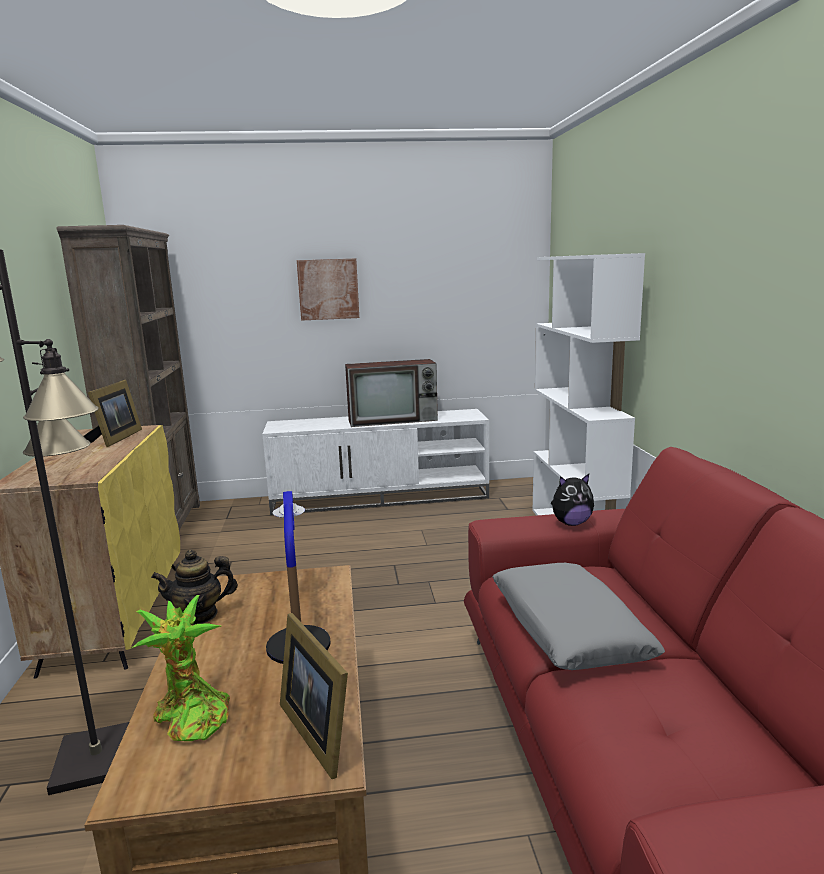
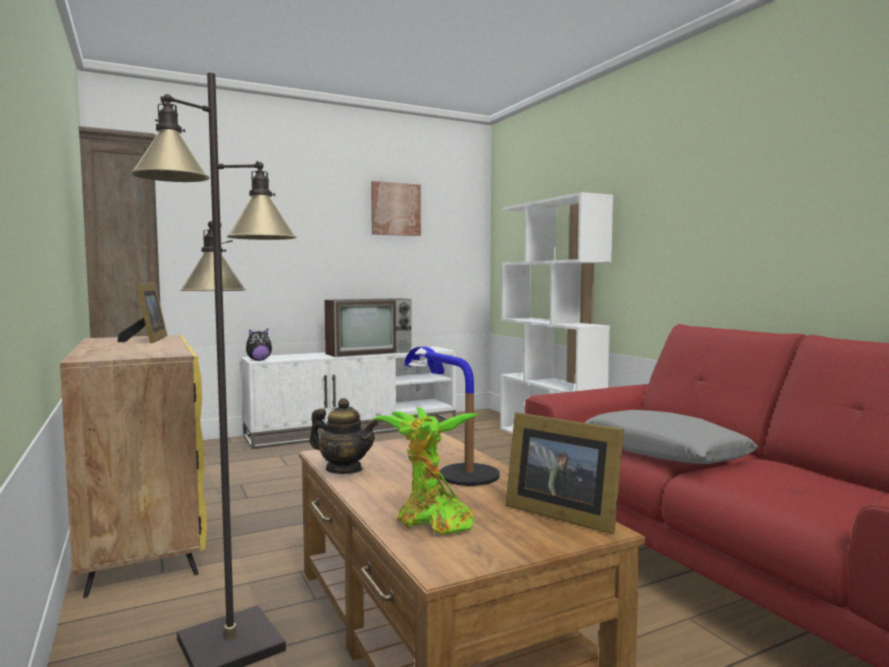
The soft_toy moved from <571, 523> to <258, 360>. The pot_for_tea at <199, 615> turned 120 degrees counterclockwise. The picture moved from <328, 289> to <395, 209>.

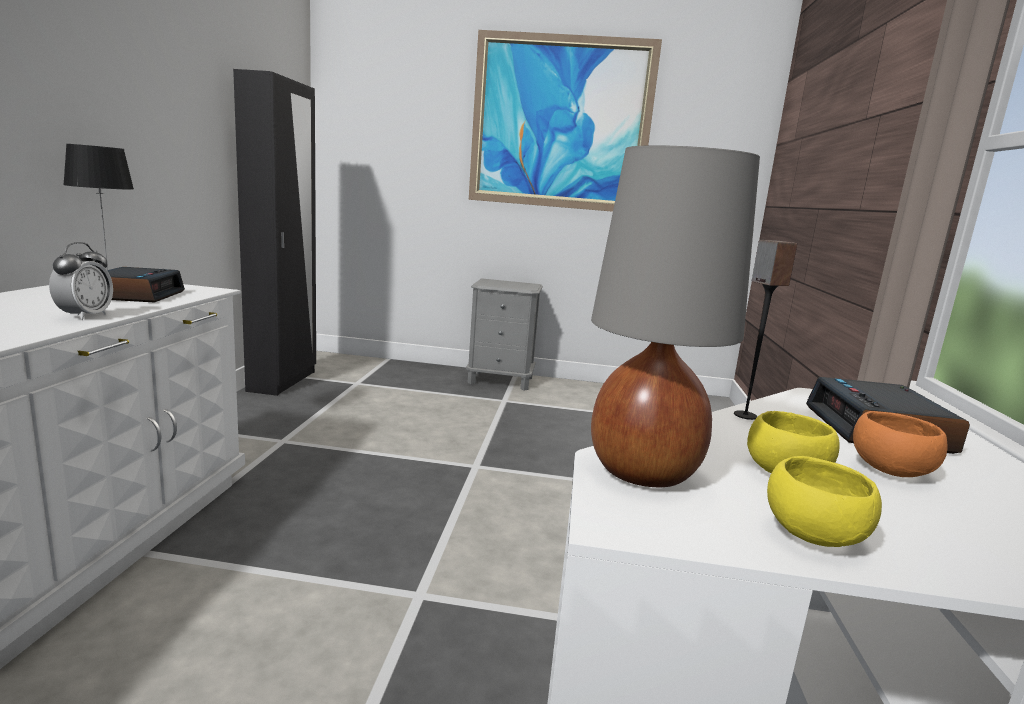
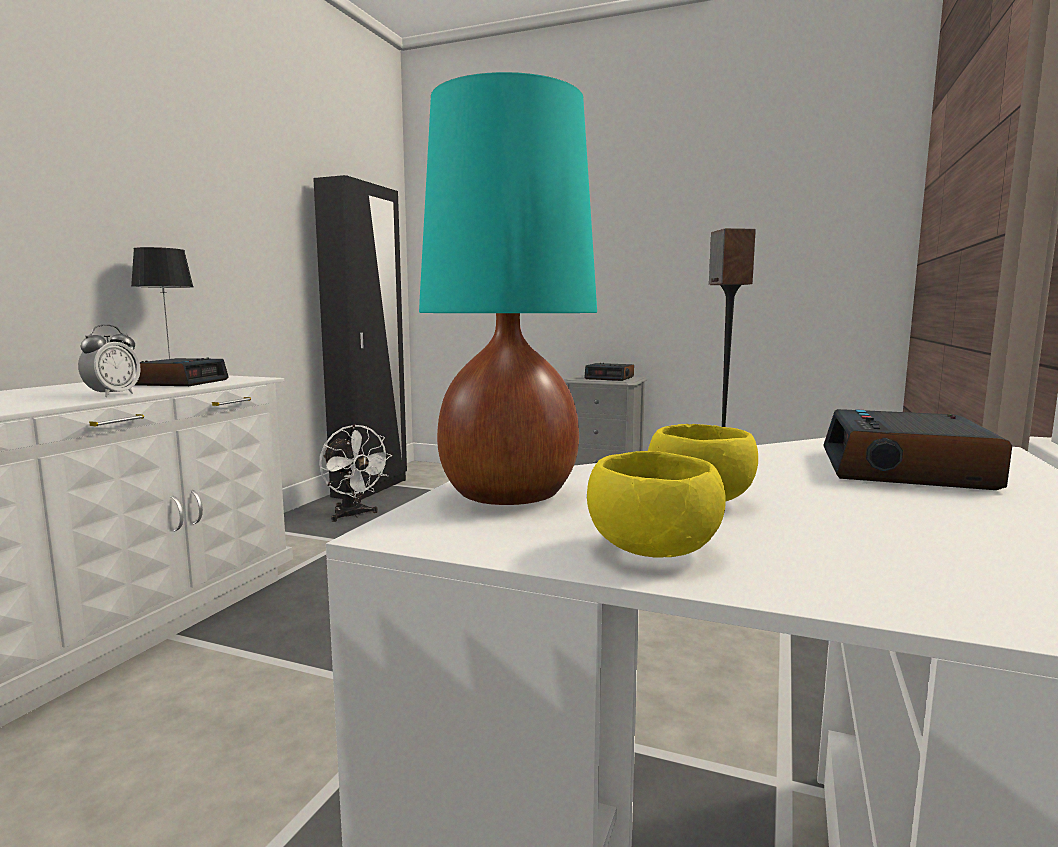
The white_cooling_fan at <353, 515> appeared. The gray_lamp_for_a_table at <642, 472> became the blue-green_lamp_for_a_table at <507, 495>. The alarm_clock at <610, 378> appeared. The picture at <560, 123> disappeared. The orange-coloured_bowl at <890, 471> disappeared.

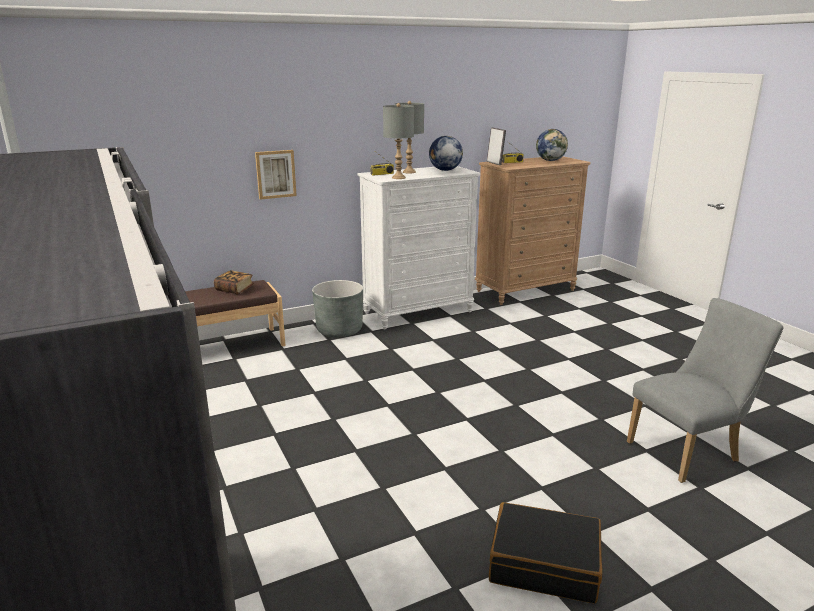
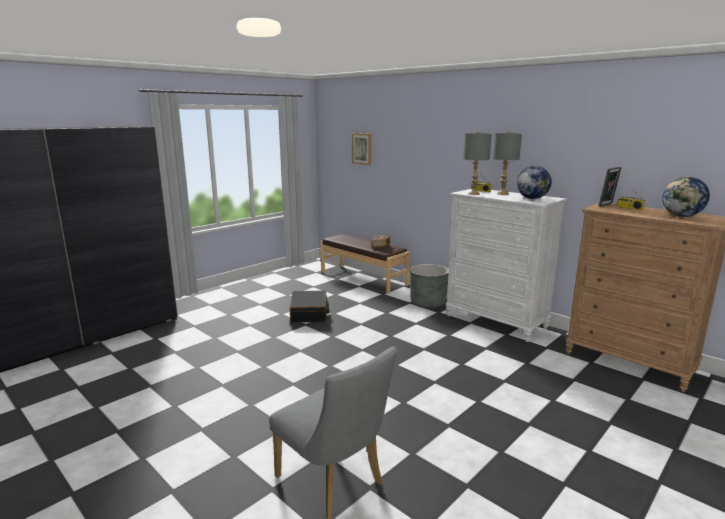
The blackish_piece_of_luggage moved from <544, 563> to <309, 313>. The picture moved from <275, 174> to <362, 148>.

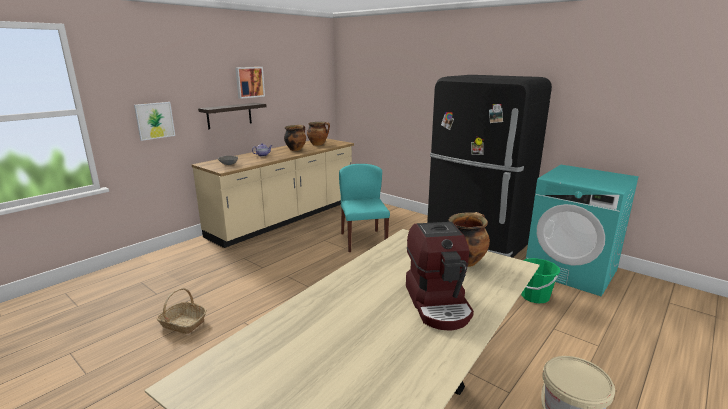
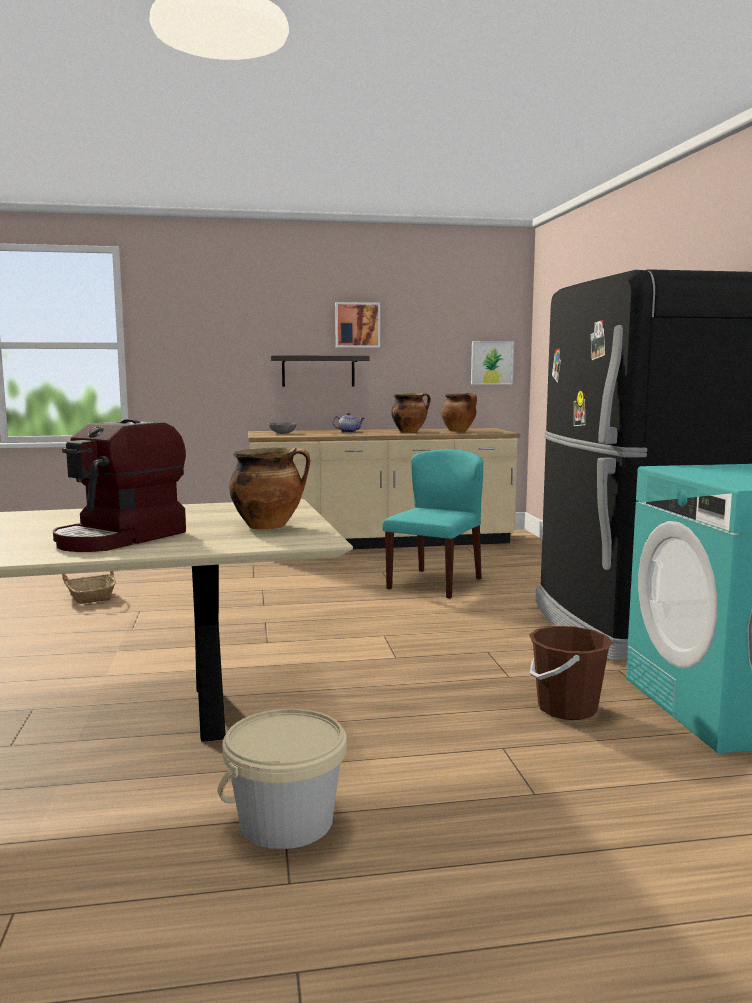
The picture moved from <155, 120> to <492, 362>. The green_water_bucket at <534, 296> became the brown_water_bucket at <567, 708>.

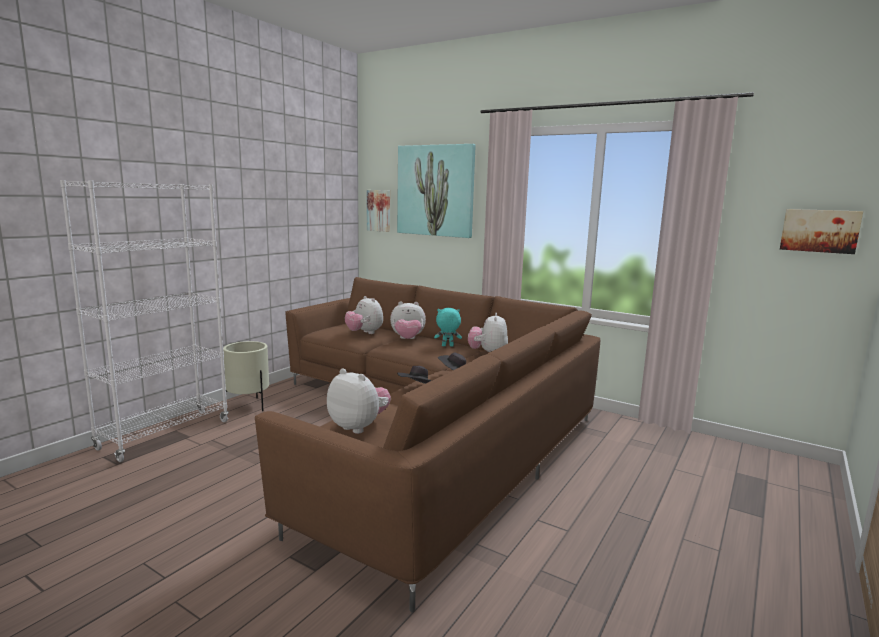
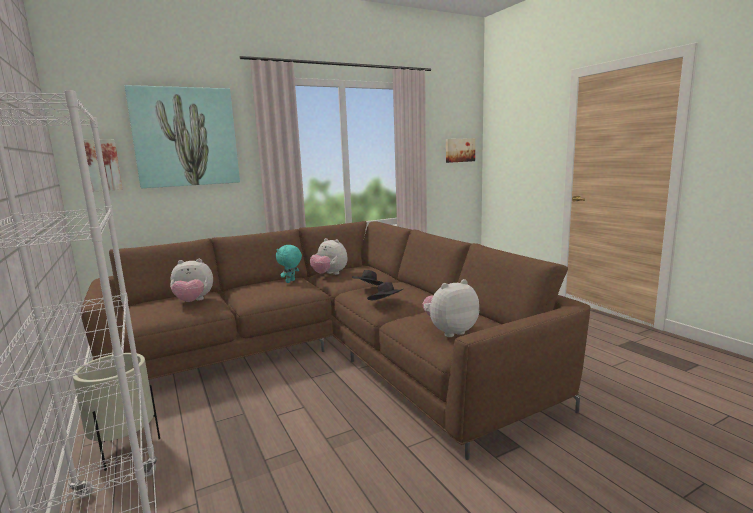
The soft_toy at <407, 339> disappeared.

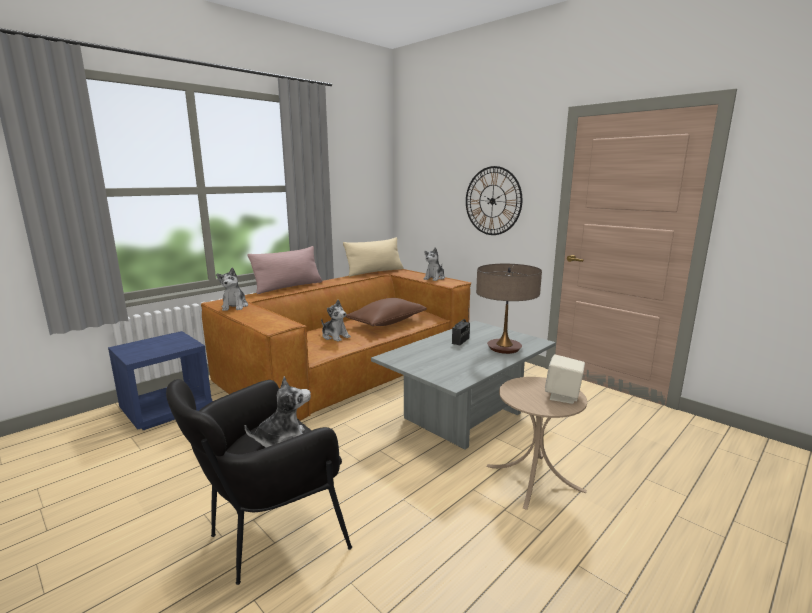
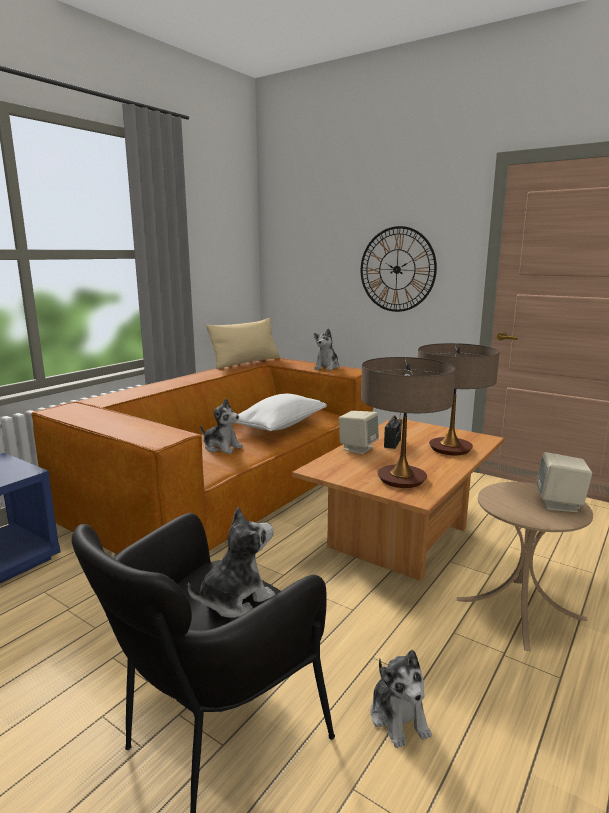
The brown_throw_pillow at <387, 323> became the white_throw_pillow at <280, 426>. The gray_lounge_table at <464, 417> became the brown_lounge_table at <402, 539>. The sand-coloured_speaker at <358, 448> appeared. The lamp_for_a_table at <401, 479> appeared. The soft_toy moved from <235, 306> to <398, 718>. The pink-coloured_throw_pillow at <288, 287> disappeared.

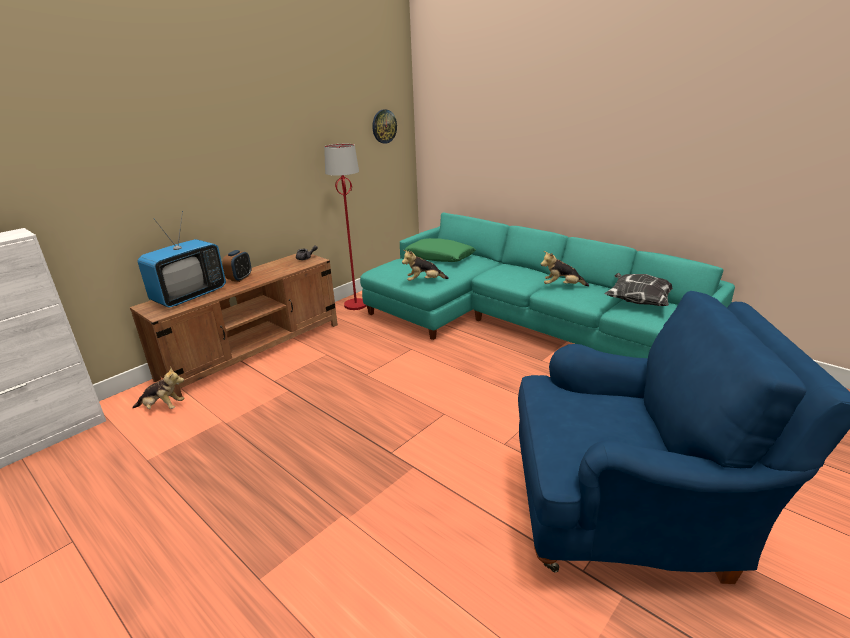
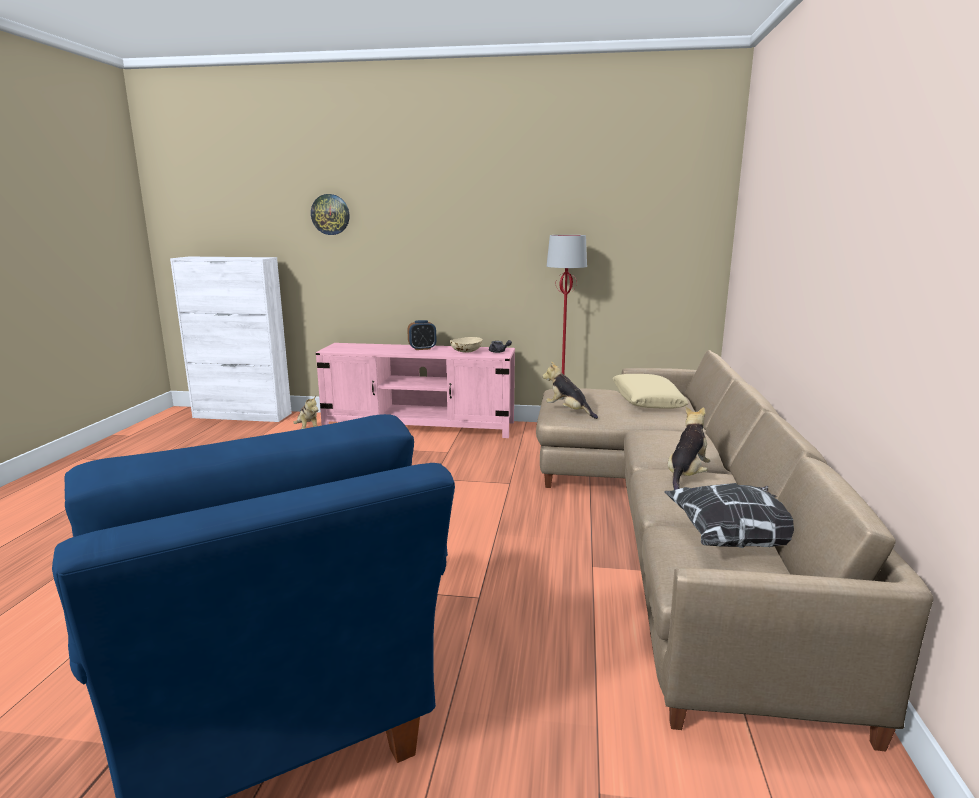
The clock_on_the_wall moved from <384, 126> to <330, 214>. The brown_tv_stand at <254, 350> became the pink-coloured_tv_stand at <420, 426>. The sand-coloured_bowl at <466, 352> appeared. The blue-green_settee at <516, 321> became the sand-coloured_settee at <672, 521>. The green_throw_pillow at <440, 257> became the sand-coloured_throw_pillow at <646, 401>. The soft_toy at <562, 286> turned 60 degrees clockwise. The TV at <189, 296> disappeared.

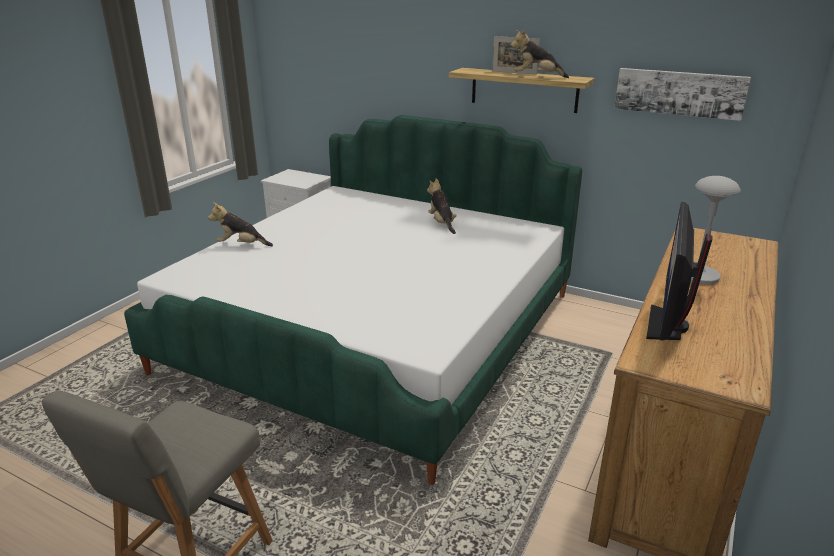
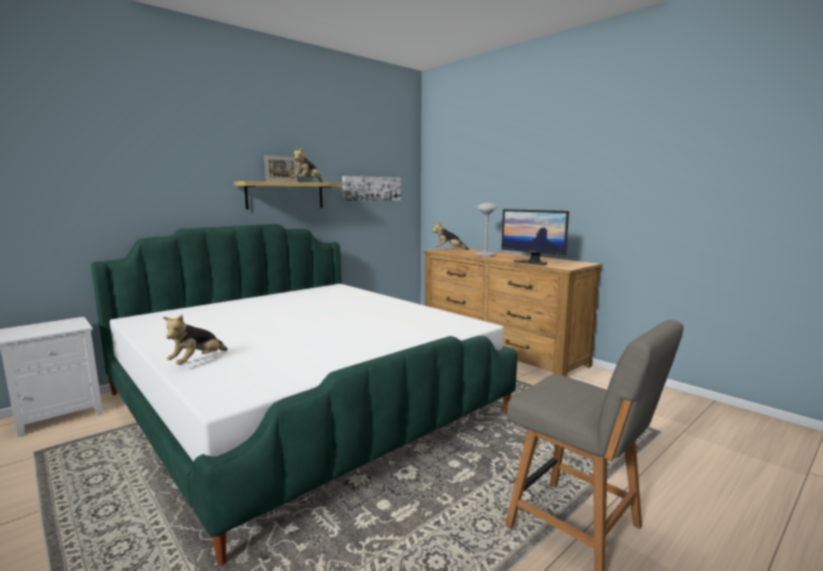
The soft_toy moved from <441, 223> to <449, 250>.

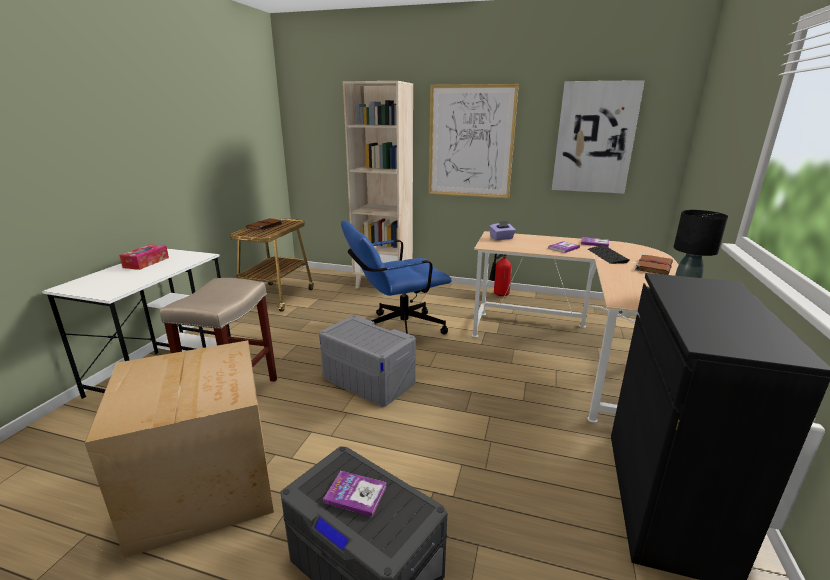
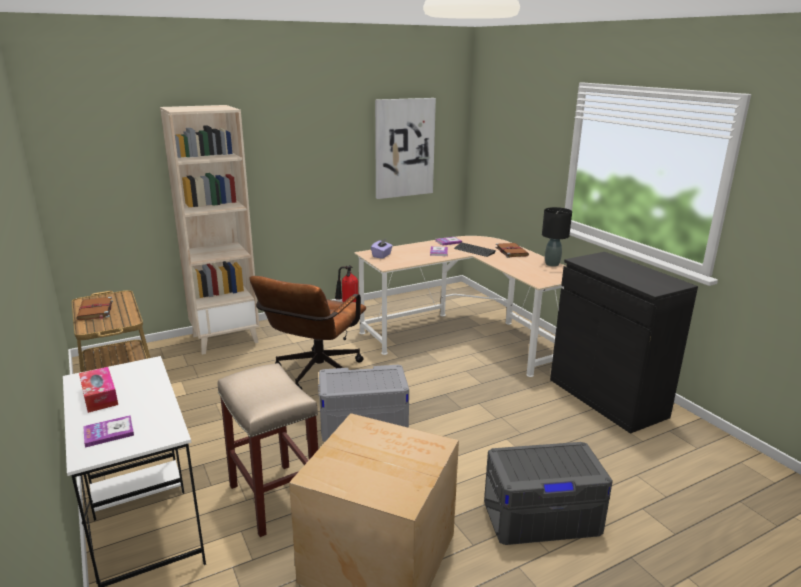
The book moved from <355, 494> to <109, 432>. The blue-coloured_computer_chair at <396, 329> became the brown_computer_chair at <315, 376>. The picture at <470, 142> disappeared.

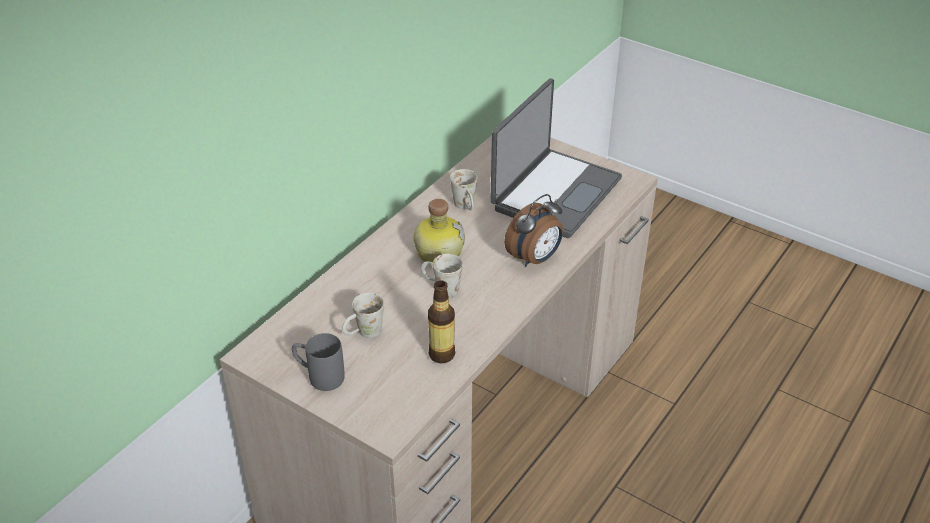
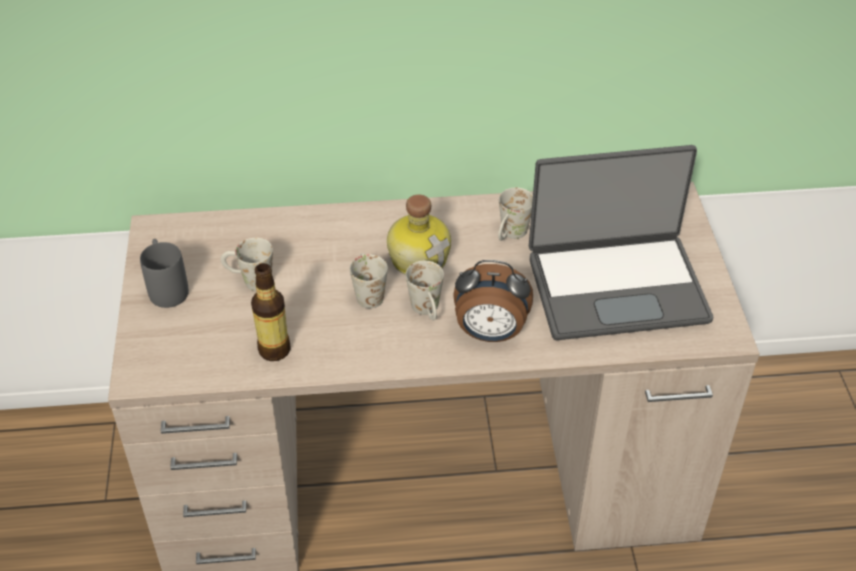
The white_coffee_mug at <427, 311> appeared.

